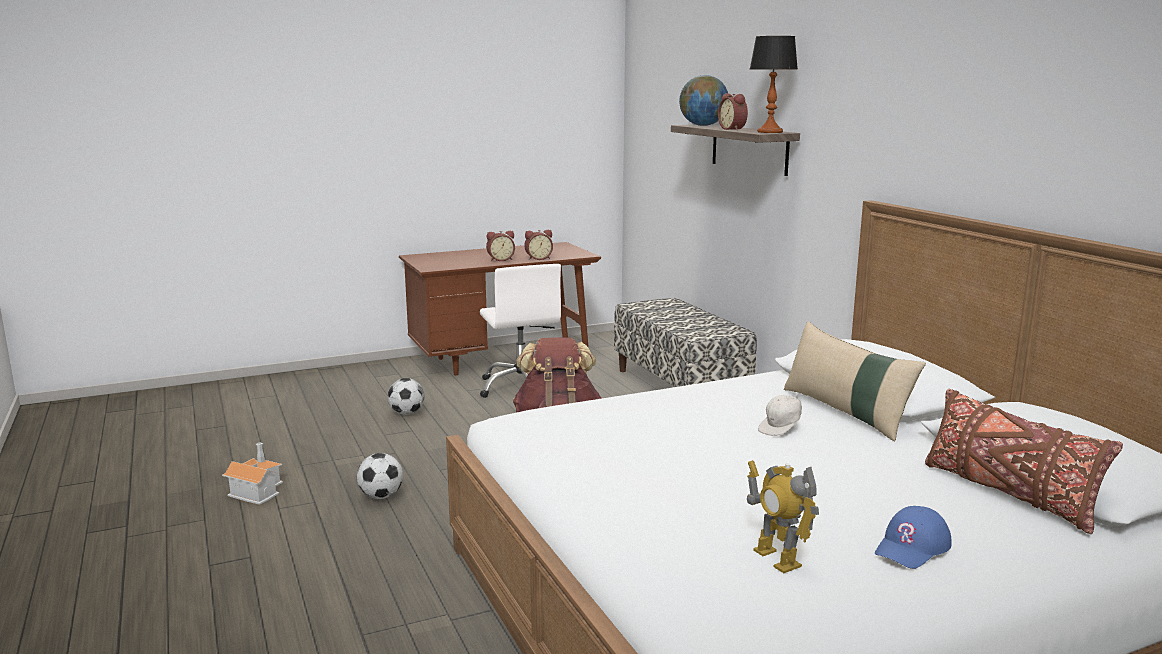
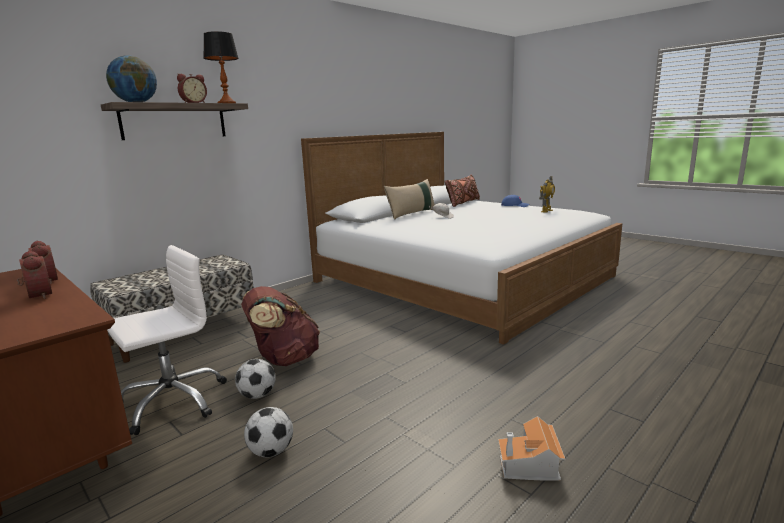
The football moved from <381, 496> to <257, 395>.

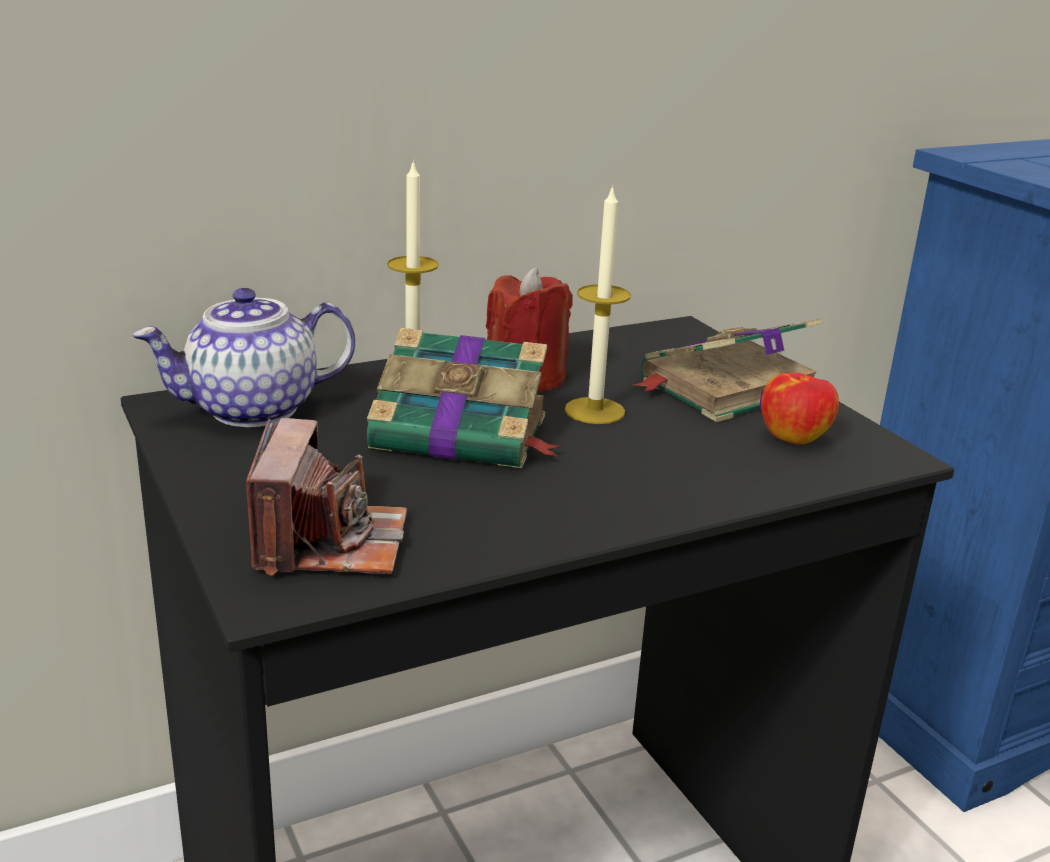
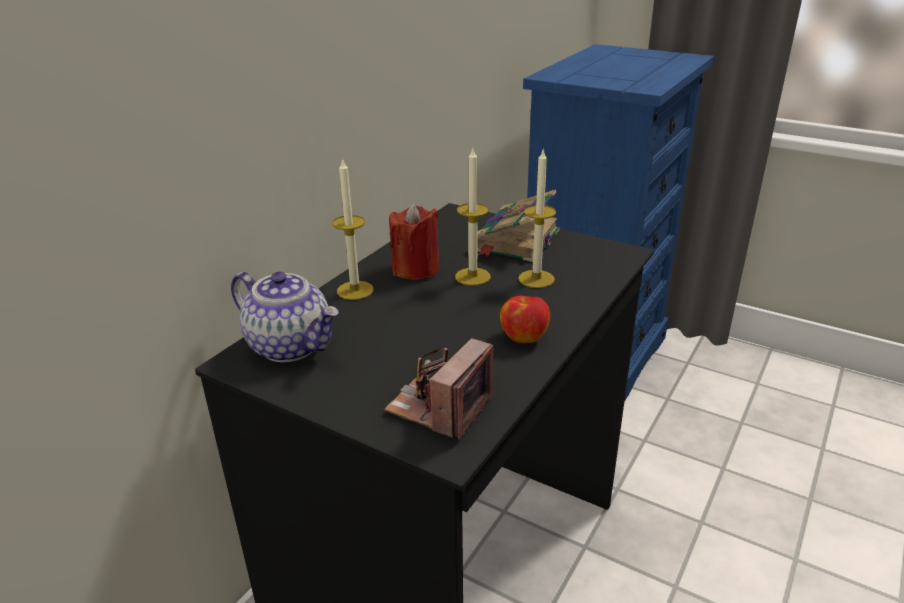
The pot_for_tea at <252, 410> turned 90 degrees counterclockwise. The still_camera at <329, 542> turned 120 degrees counterclockwise. The apple_fruit moved from <794, 437> to <524, 337>. The wax_candle at <536, 279> appeared. The book at <463, 434> disappeared.

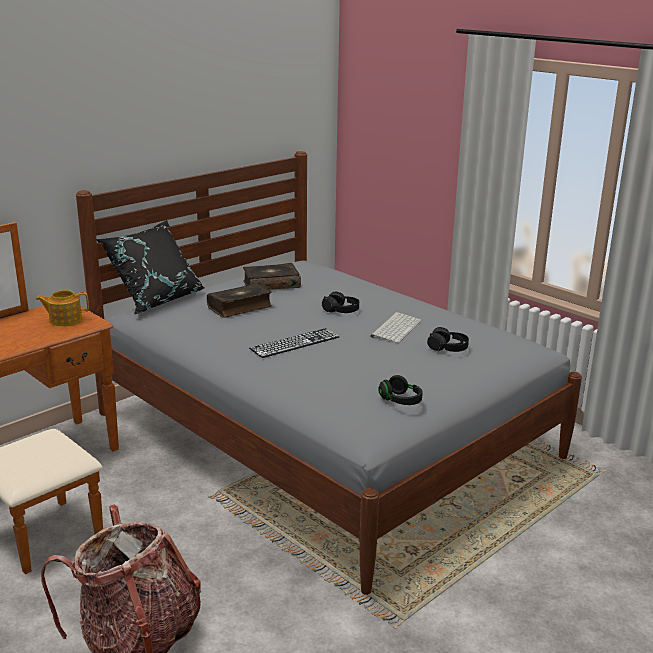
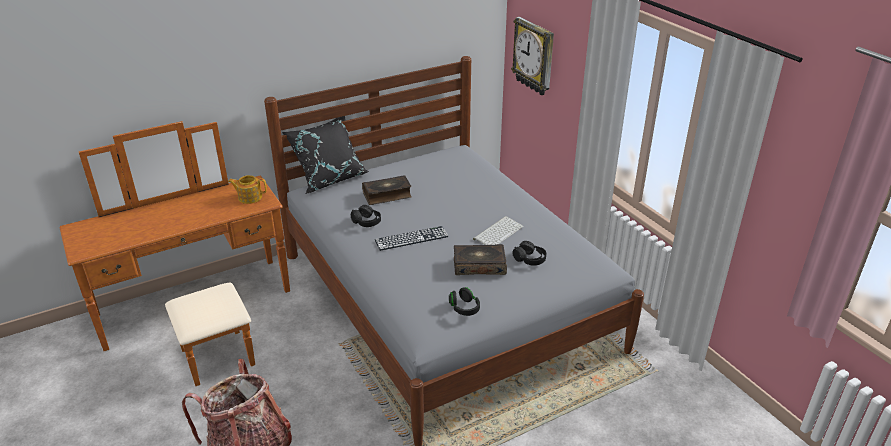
The blackish_headset moved from <341, 310> to <366, 222>. The book moved from <271, 284> to <479, 265>. The clock_on_the_wall at <534, 56> appeared.

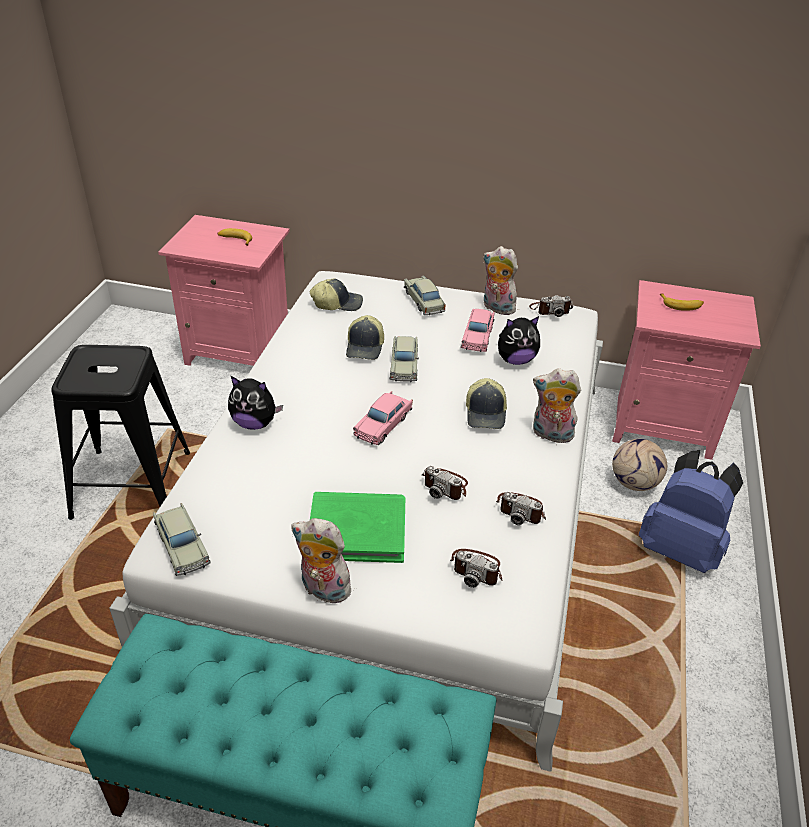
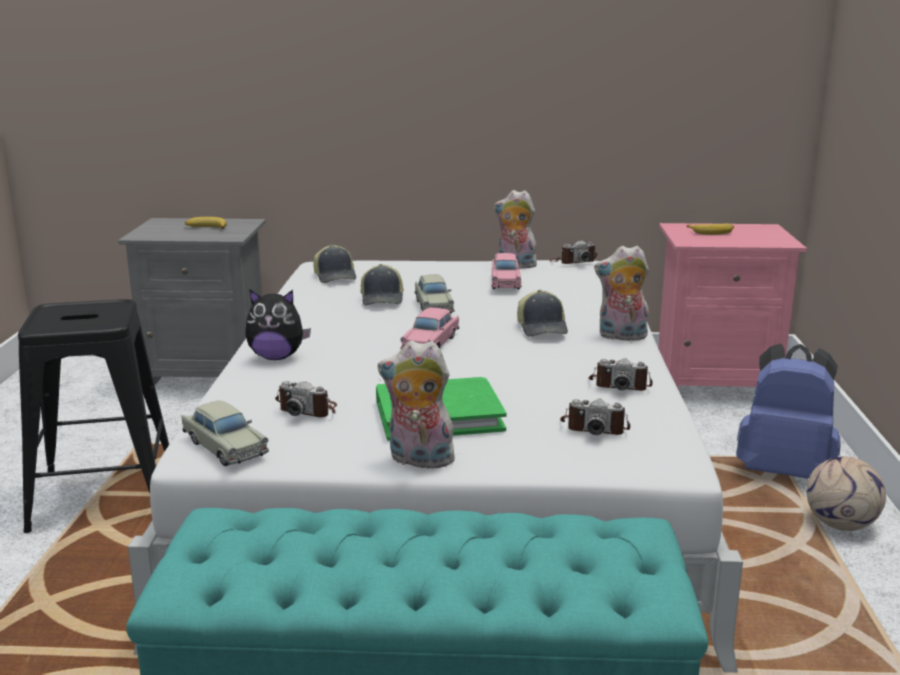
The pink-coloured_night_table at <239, 351> became the gray_night_table at <209, 376>. The still_camera moved from <445, 486> to <308, 409>. The peaked_cap at <337, 303> turned 90 degrees clockwise. The football moved from <635, 483> to <841, 525>. The sand-coloured_miniature_car at <423, 301> disappeared. The soft_toy at <515, 360> disappeared.

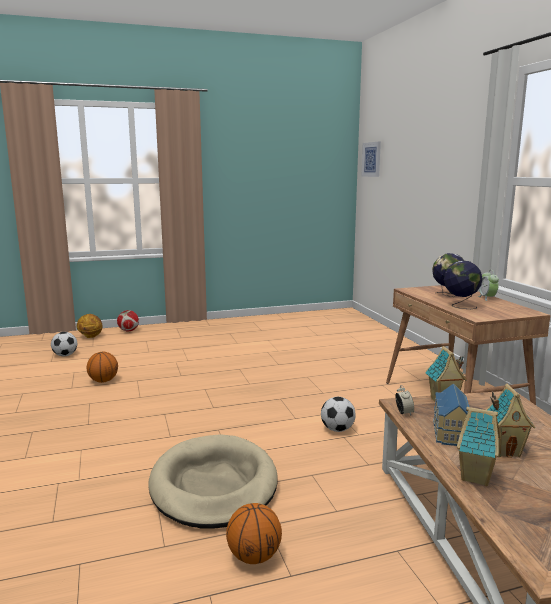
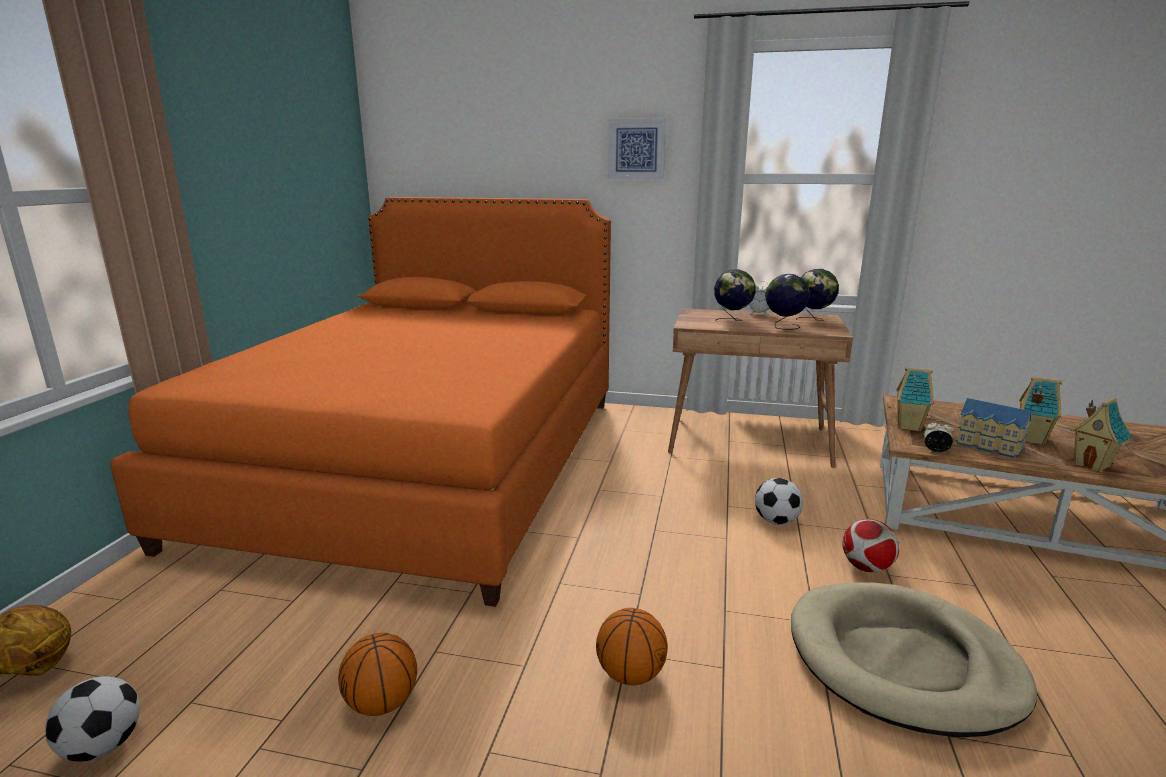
The orange-coloured_sleeping_bed at <428, 463> appeared. The basketball_ball moved from <254, 557> to <631, 675>. The picture moved from <371, 159> to <636, 149>. The world_globe at <813, 320> appeared. The football moved from <128, 331> to <866, 567>.

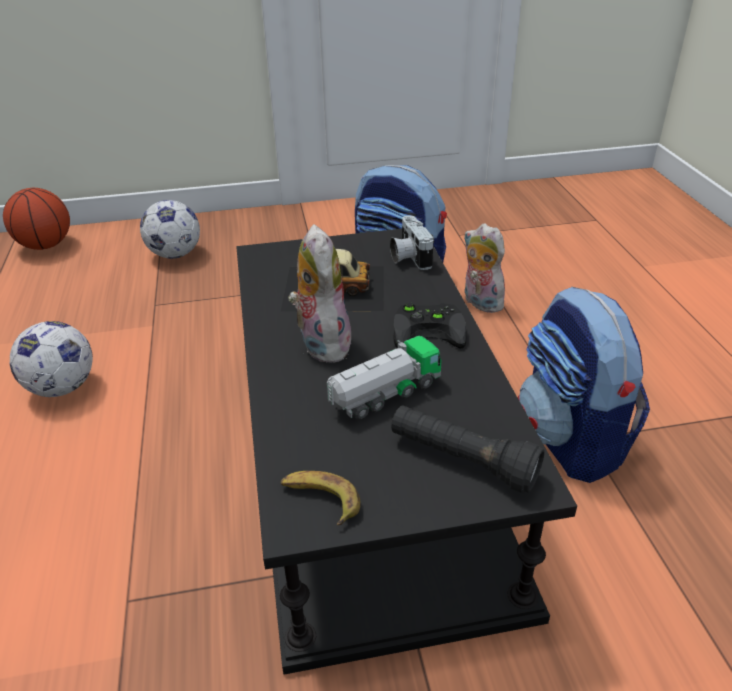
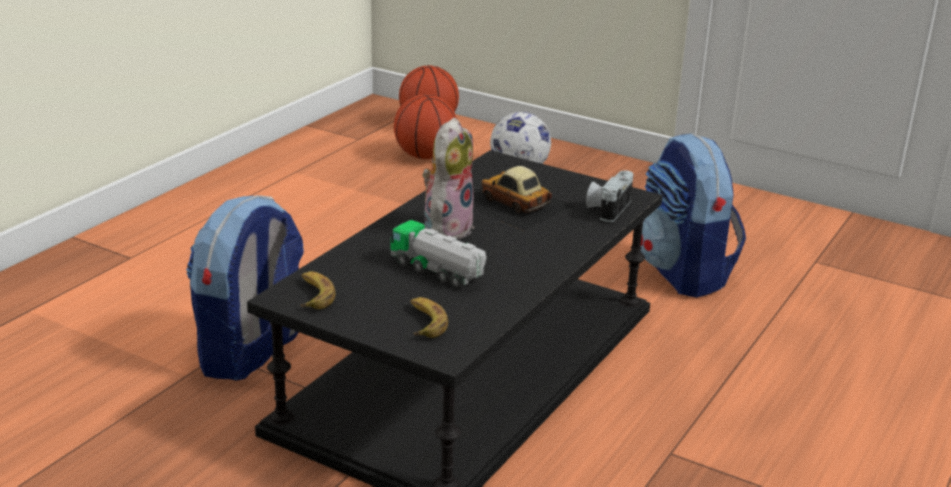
The backpack moved from <570, 440> to <251, 353>. The toy_truck at <385, 394> turned 150 degrees counterclockwise. The basketball_ball at <425, 156> appeared. The blackish_flashlight at <462, 460> was replaced by the banana_fruit at <424, 322>. The football at <63, 387> disappeared. The blackish_gamepad at <430, 329> disappeared. The soft_toy at <479, 303> disappeared.

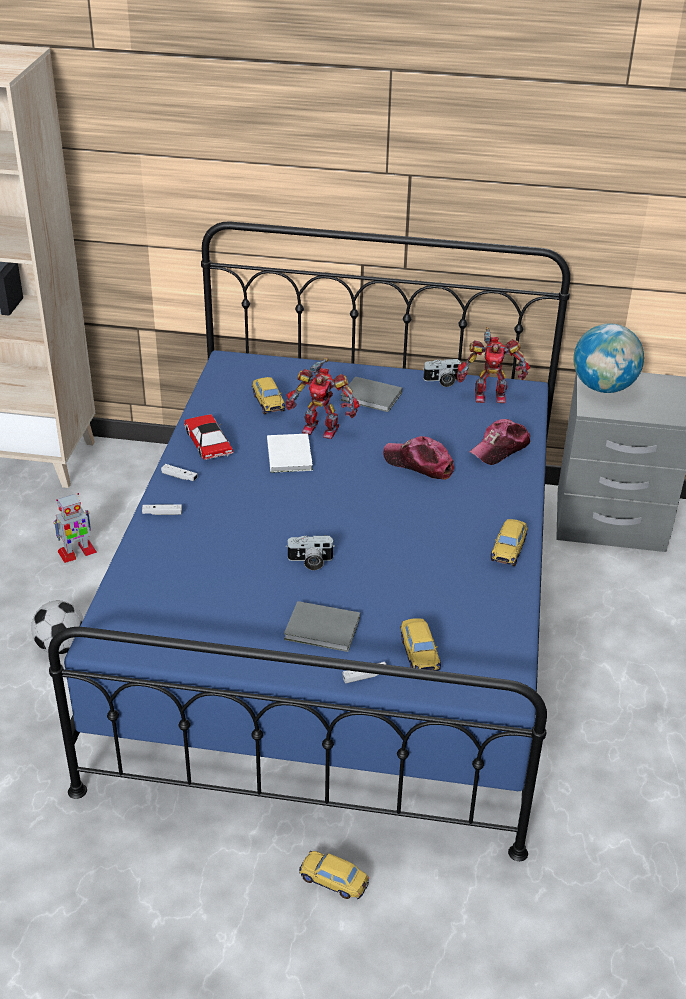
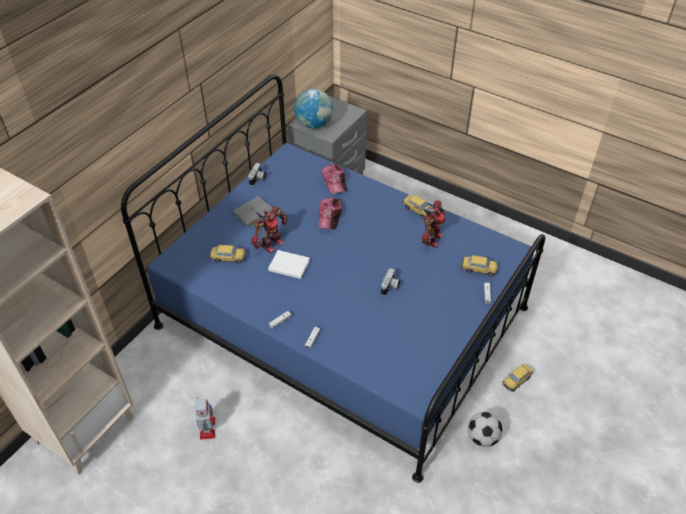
The peaked_cap at <419, 464> turned 45 degrees counterclockwise. The model_robot moved from <489, 395> to <431, 238>. The football moved from <61, 646> to <482, 438>. The miniature_car at <208, 443> disappeared. The gray_book at <324, 630> disappeared.

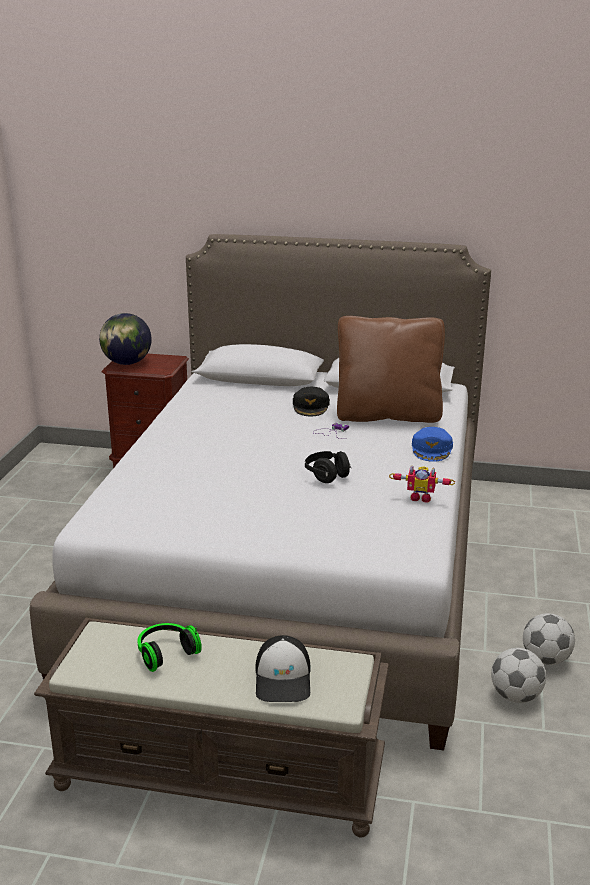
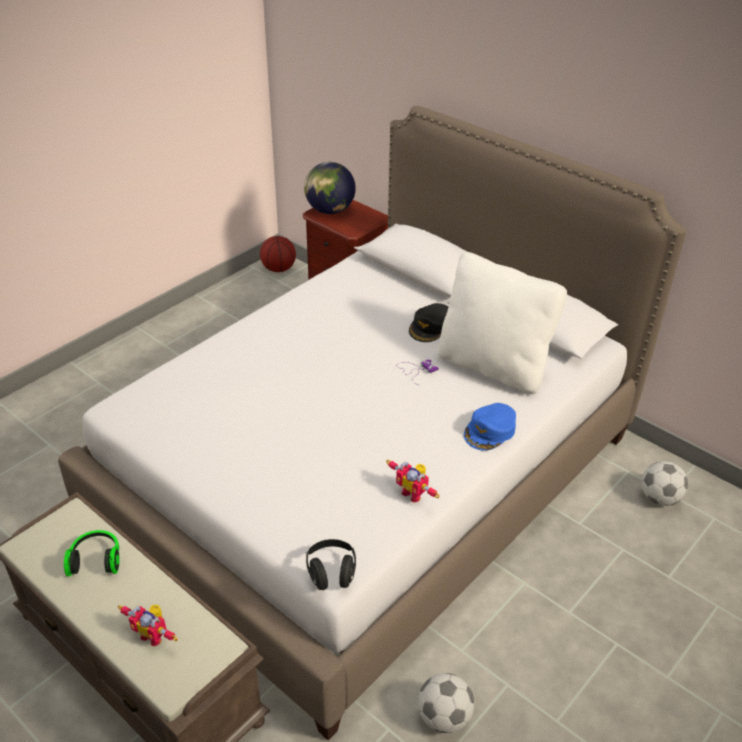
The peaked_cap at <283, 679> was replaced by the model_robot at <154, 635>. The basketball_ball at <279, 269> appeared. The blackish_headset moved from <326, 476> to <331, 573>. The brown_throw_pillow at <388, 415> became the white_throw_pillow at <493, 366>. The football moved from <545, 659> to <659, 498>.

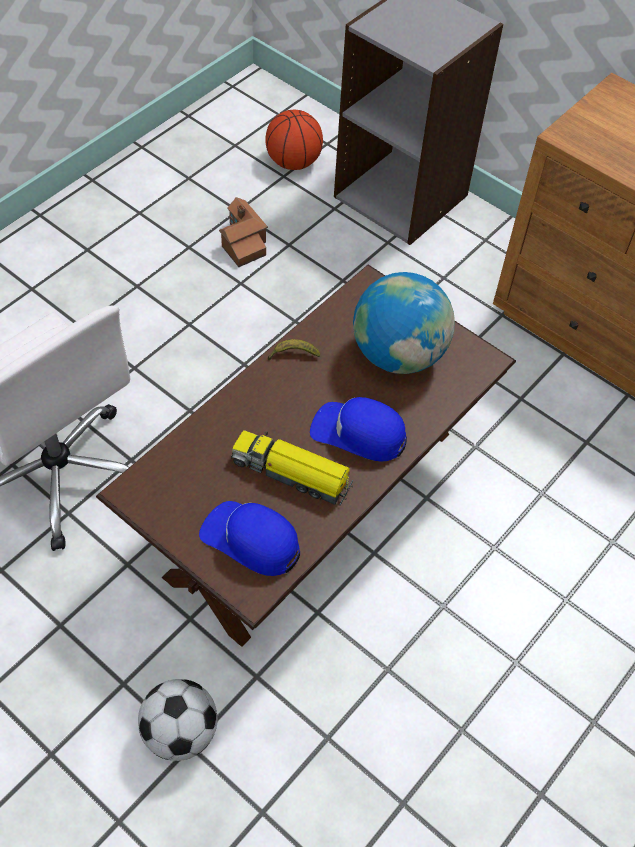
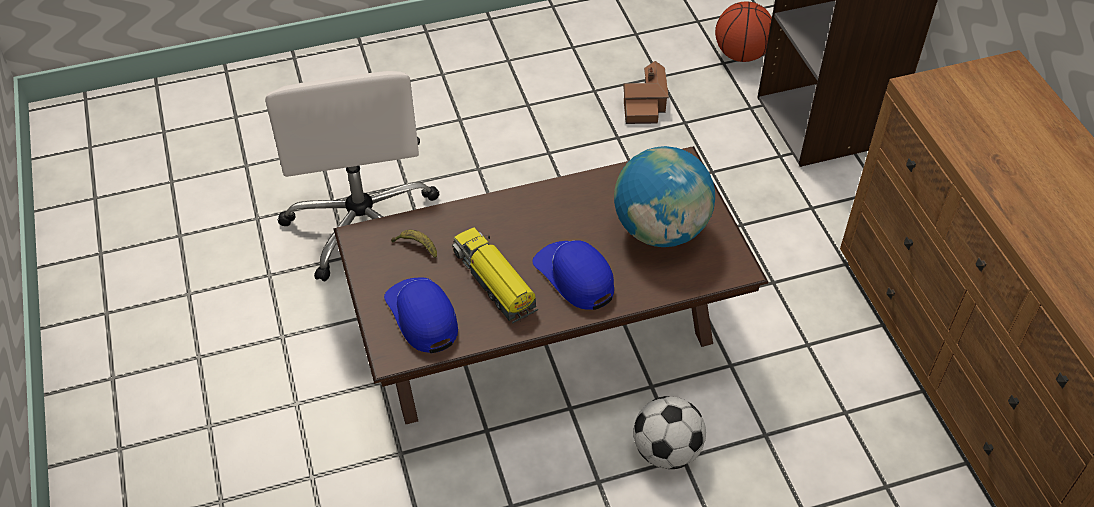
The banana_fruit moved from <293, 354> to <416, 246>. The football moved from <180, 732> to <666, 451>.

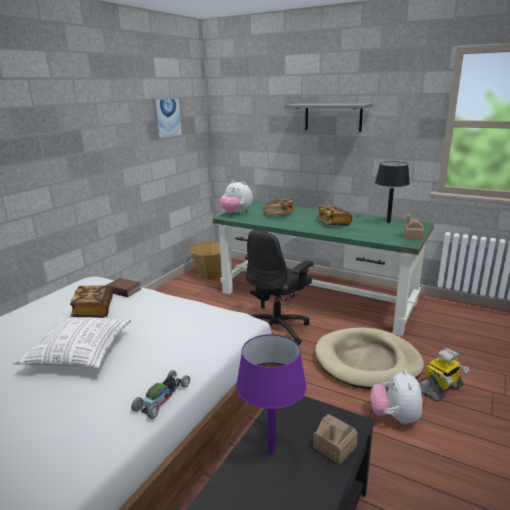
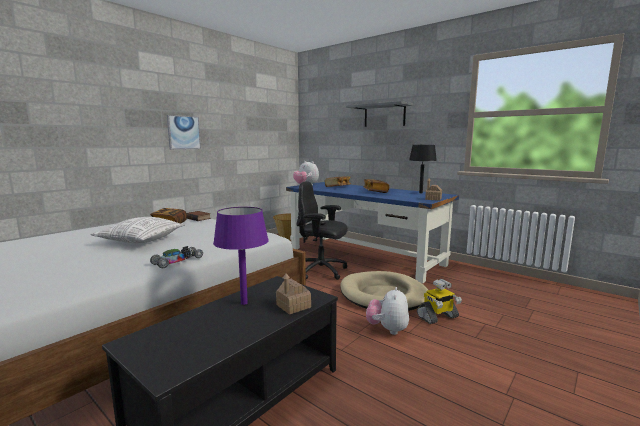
The picture moved from <167, 117> to <183, 132>. The green_desk at <317, 297> became the blue-coloured_desk at <364, 256>. The blackish_computer_chair at <277, 329> turned 60 degrees clockwise.

